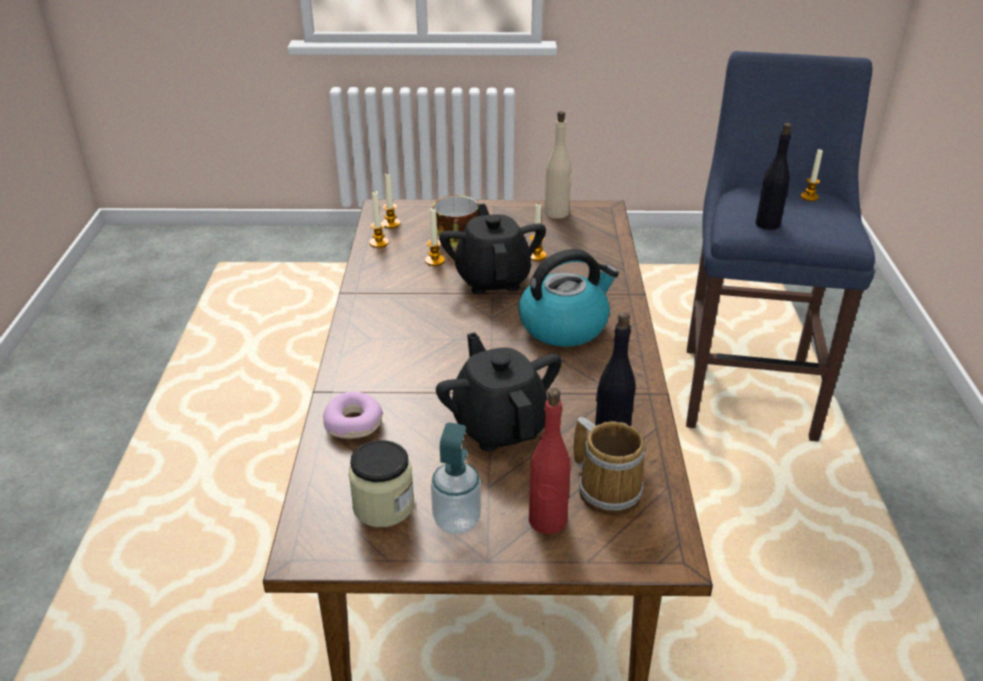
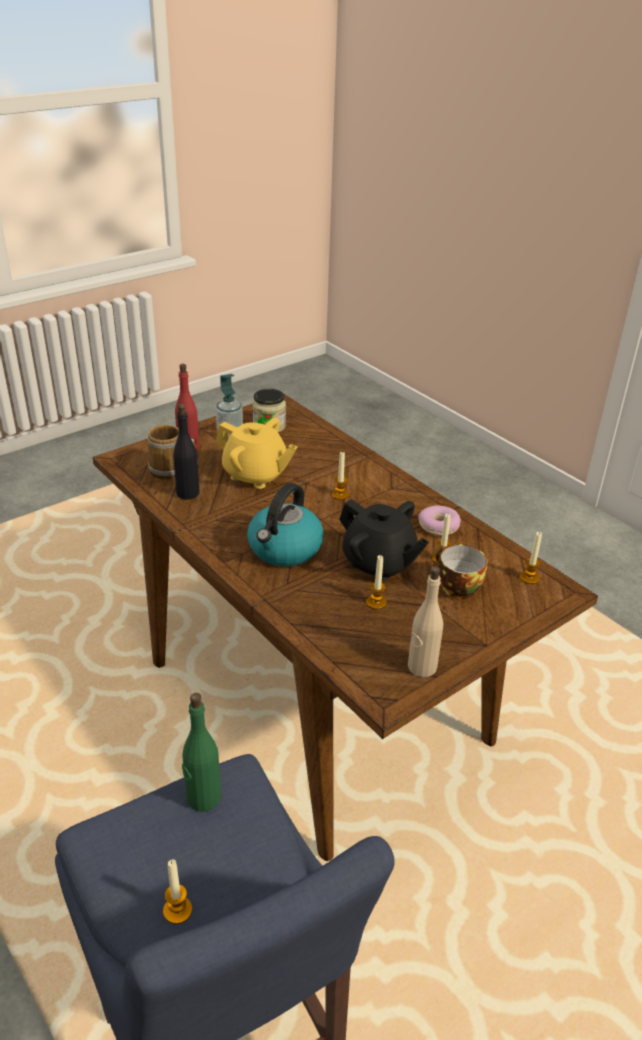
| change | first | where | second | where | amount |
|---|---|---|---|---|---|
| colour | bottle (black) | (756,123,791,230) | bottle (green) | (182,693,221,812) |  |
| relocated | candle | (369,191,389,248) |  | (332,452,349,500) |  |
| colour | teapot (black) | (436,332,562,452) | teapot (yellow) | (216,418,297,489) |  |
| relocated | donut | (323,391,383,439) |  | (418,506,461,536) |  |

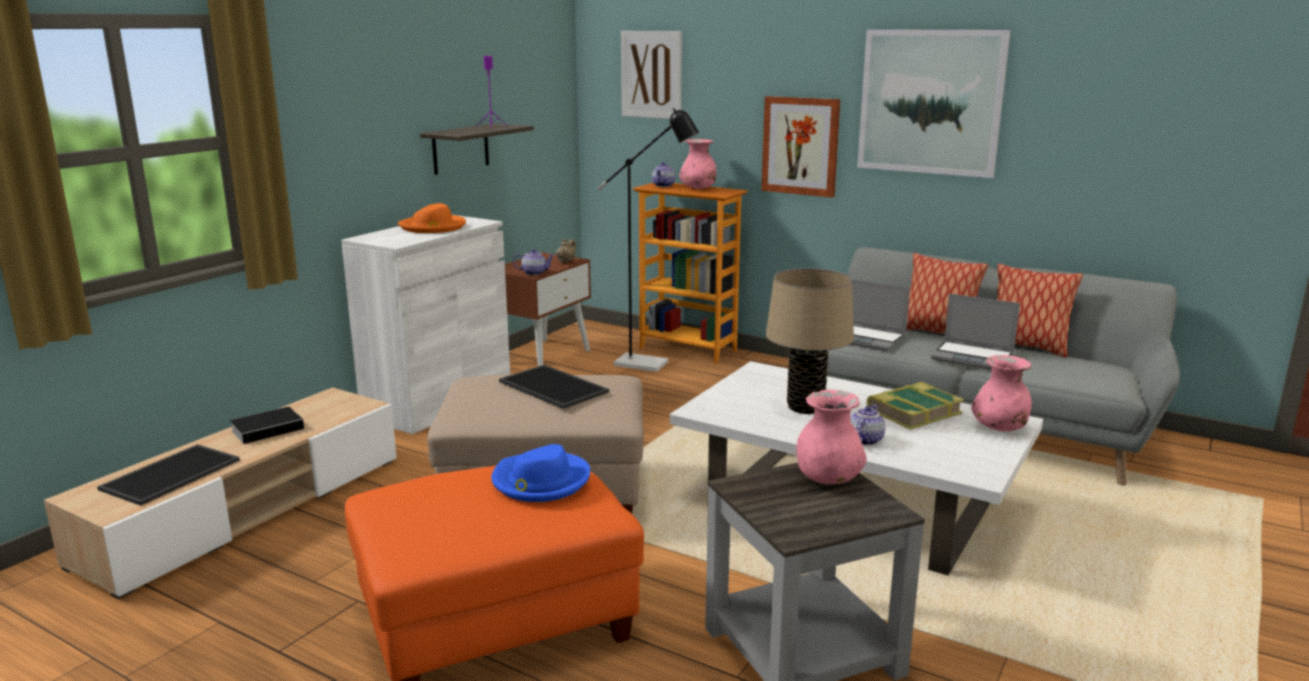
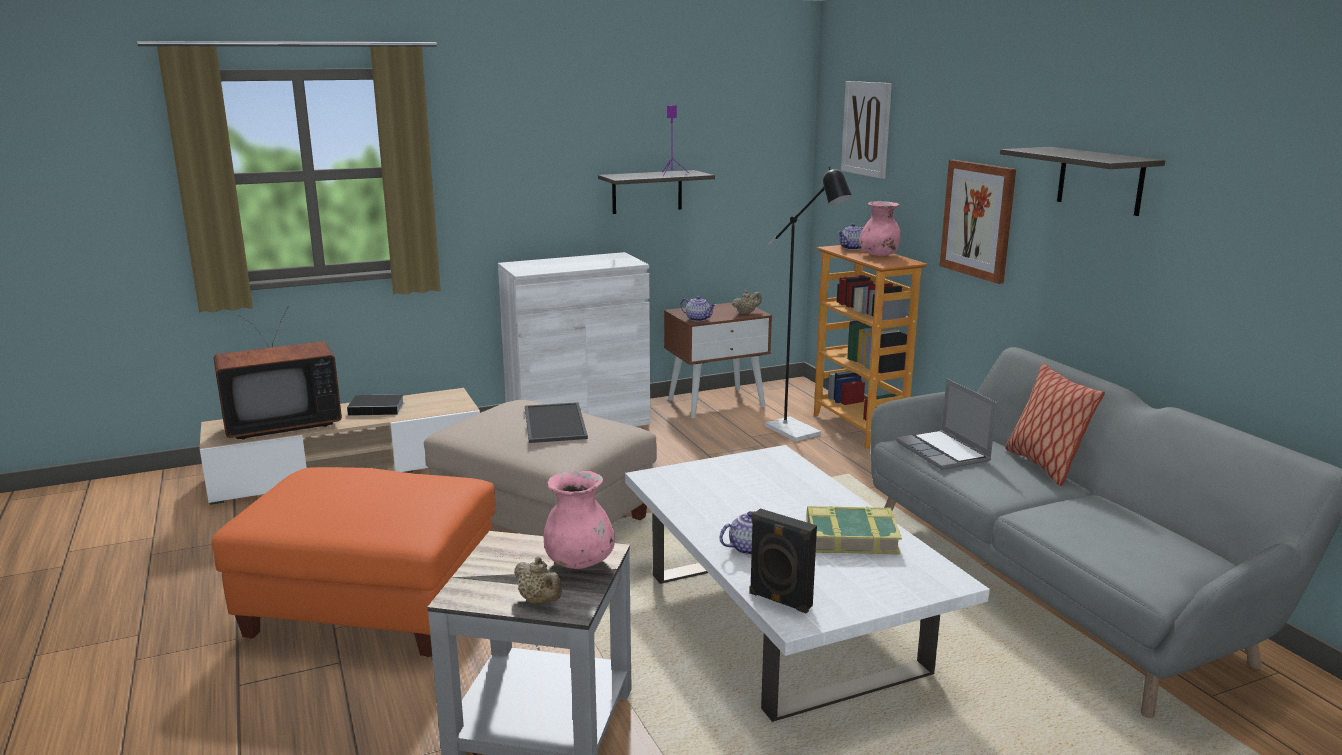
| change | first | where | second | where | amount |
|---|---|---|---|---|---|
| exchanged | picture | (857,29,1010,178) | shelf | (1000,147,1165,216) |  |
| missing | hat (orange) | (398,203,466,233) |  |  |  |
| missing | pillow | (997,264,1083,357) |  |  |  |
| missing | table lamp (beige) | (766,268,854,414) |  |  |  |
| missing | laptop | (931,294,1020,370) |  |  |  |
| missing | vase (pink) | (971,355,1032,431) |  |  |  |
| exchanged | tray | (97,444,240,506) | television | (213,305,342,440) |  |
| missing | hat (blue) | (491,444,590,502) |  |  |  |
| appeared |  |  | speaker (black) | (749,509,817,613) |  |
| appeared |  |  | teapot (beige) | (514,557,562,604) |  |

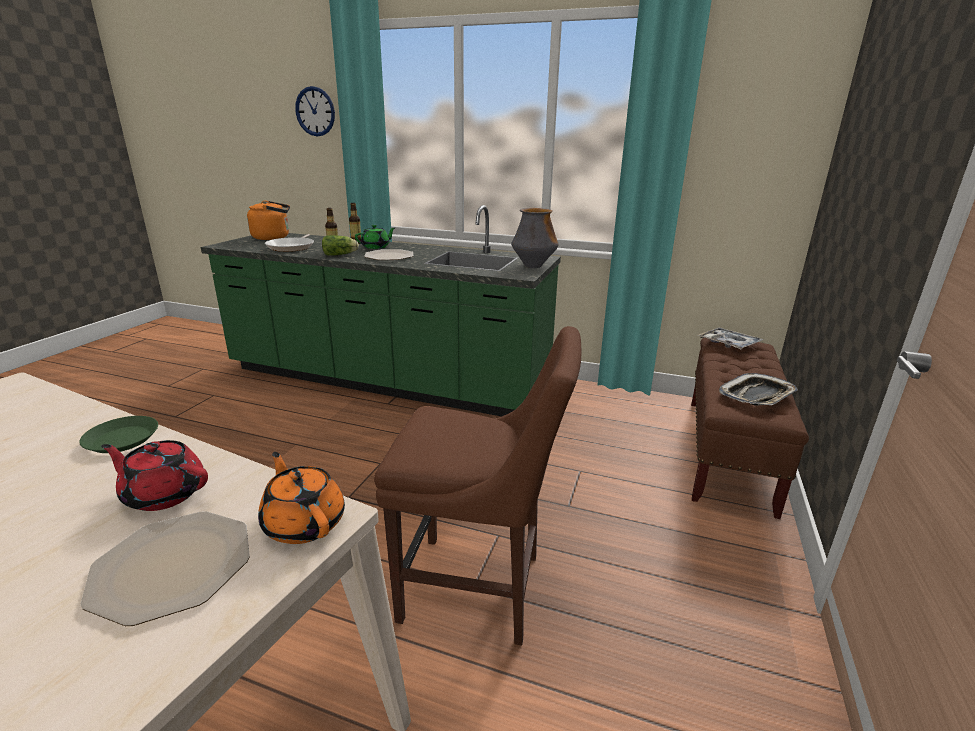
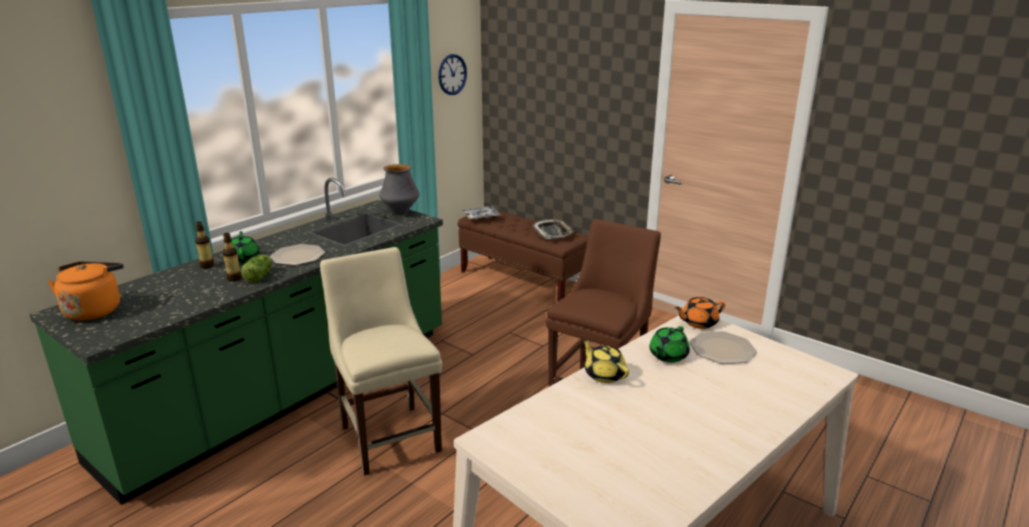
| change | first | where | second | where | amount |
|---|---|---|---|---|---|
| relocated | wall clock | (295,86,335,136) |  | (438,54,467,95) |  |
| missing | frying pan | (265,234,314,252) |  |  |  |
| exchanged | plate (green) | (79,416,158,453) | teapot (yellow) | (583,339,629,383) |  |
| colour | teapot (red) | (101,440,208,511) | teapot (green) | (649,326,690,363) |  |
| appeared |  |  | chair (beige) | (320,247,442,476) |  |

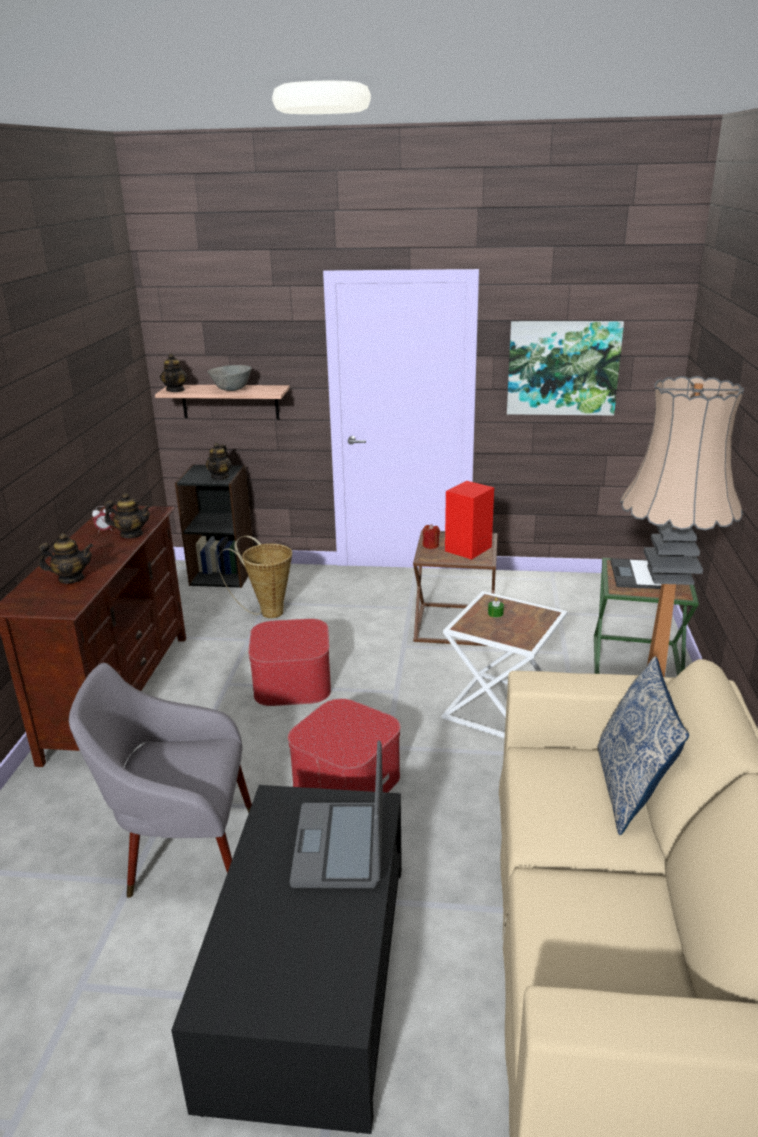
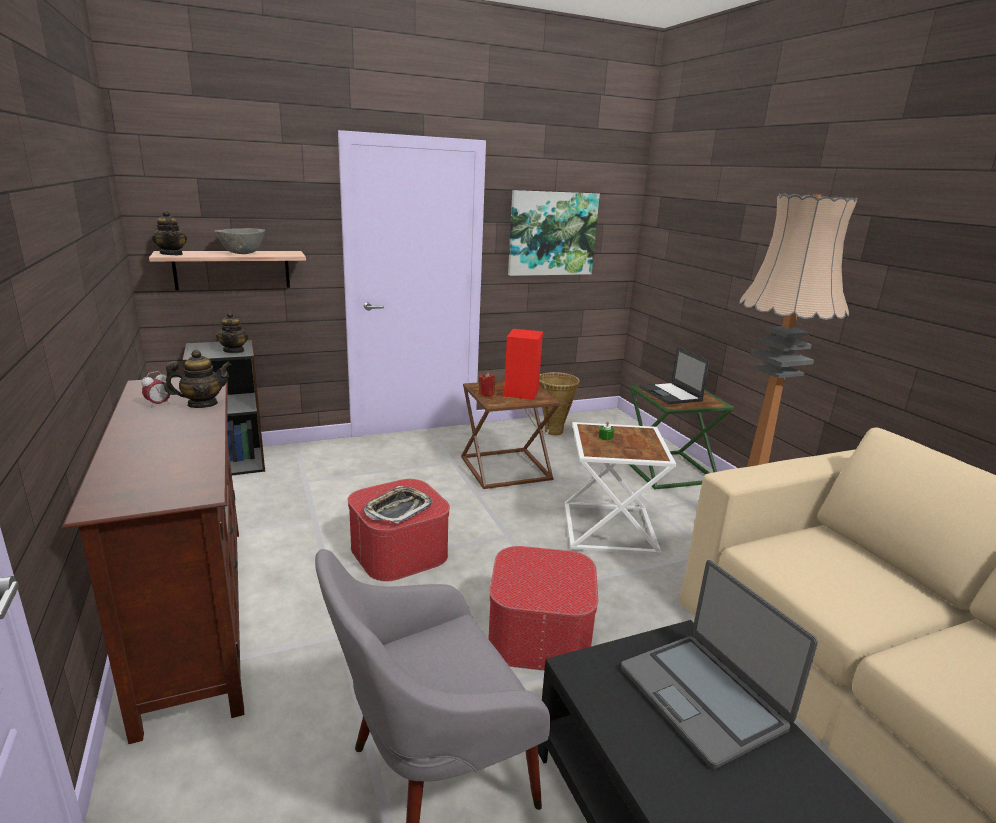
| change | first | where | second | where | amount |
|---|---|---|---|---|---|
| missing | teapot | (39,533,93,584) |  |  |  |
| relocated | basket | (217,536,292,618) |  | (525,372,580,435) |  |
| missing | pillow | (597,656,689,835) |  |  |  |
| appeared |  |  | tray | (364,486,432,524) |  |

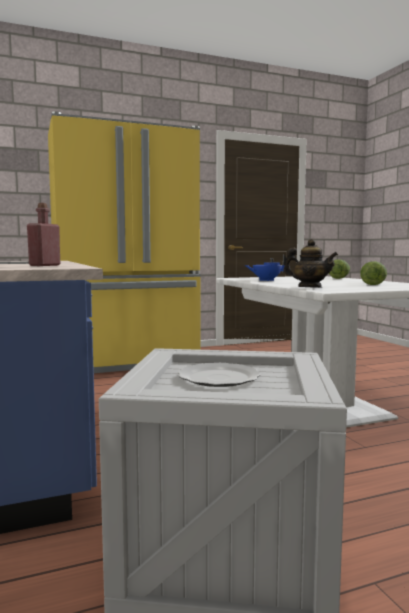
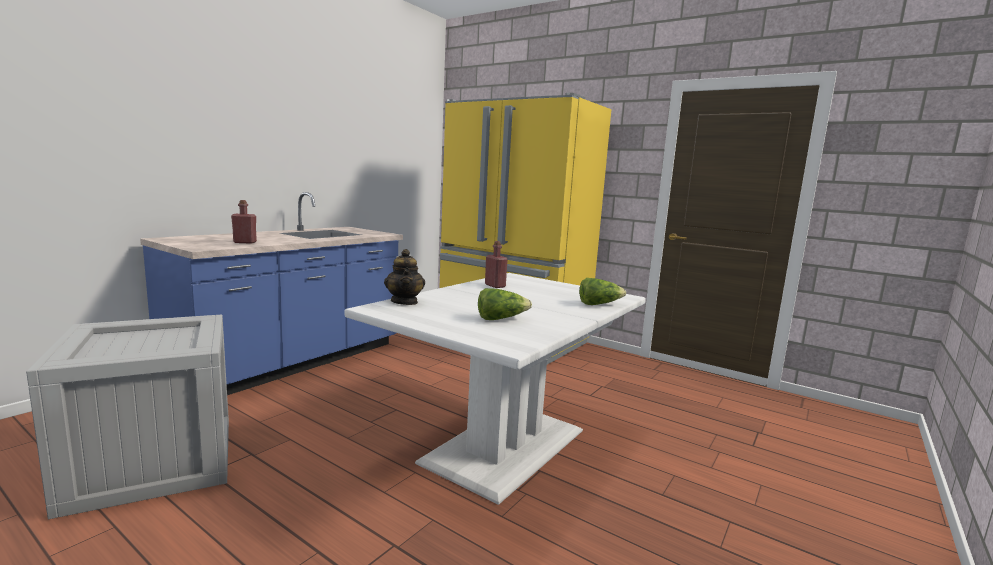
| change | first | where | second | where | amount |
|---|---|---|---|---|---|
| exchanged | teapot (blue) | (245,255,287,281) | bottle (red) | (485,241,508,288) |  |
| missing | plate | (178,363,260,387) |  |  |  |

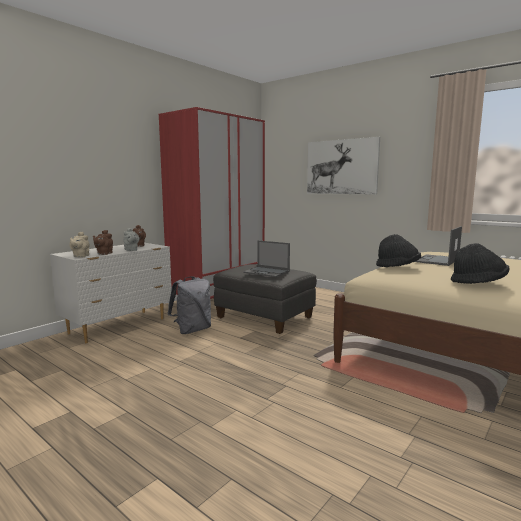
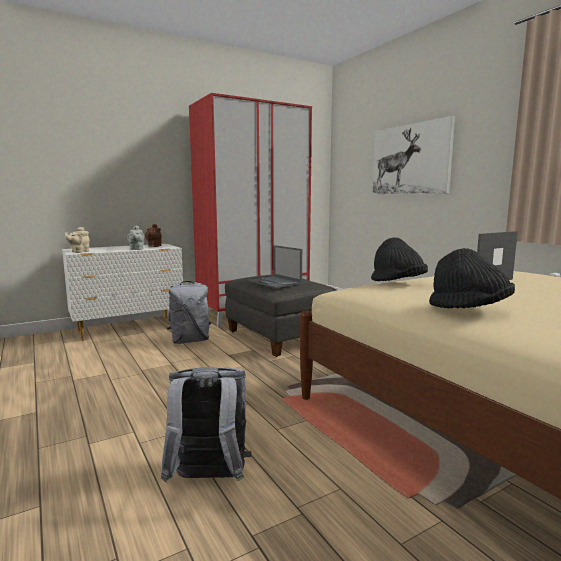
| change | first | where | second | where | amount |
|---|---|---|---|---|---|
| missing | teapot (brown) | (93,230,113,255) |  |  |  |
| appeared |  |  | backpack (grey) | (161,367,251,482) |  |

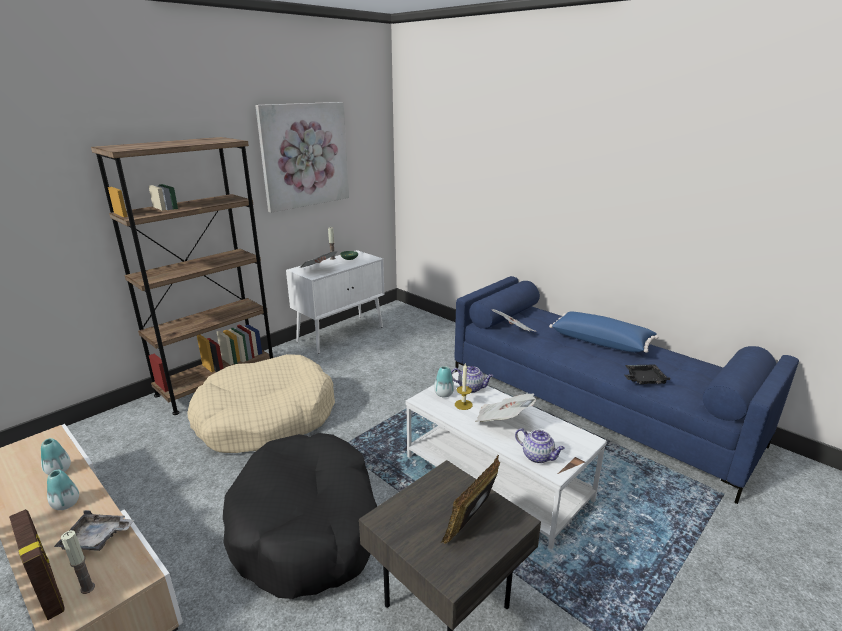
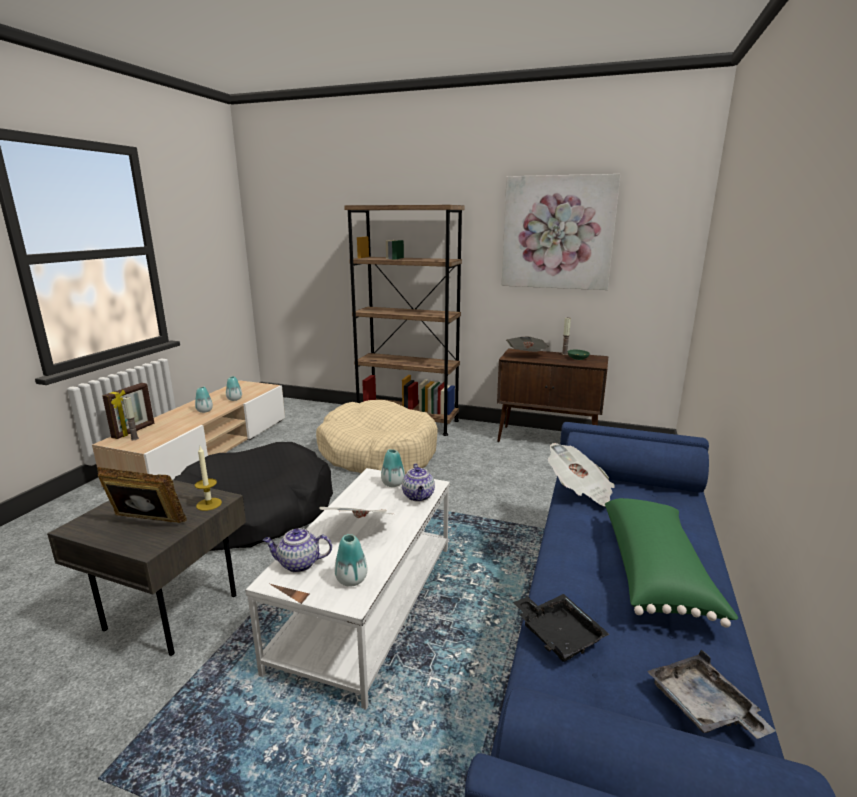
| change | first | where | second | where | amount |
|---|---|---|---|---|---|
| colour | cabinet (white) | (286,250,384,354) | cabinet (brown) | (497,348,608,442) |  |
| colour | pillow (blue) | (549,312,659,353) | pillow (green) | (605,498,738,628) |  |
| relocated | candle | (455,364,473,410) |  | (195,446,222,511) |  |
| spun | teapot | (515,428,565,463) |  | (263,528,332,573) | 75 degrees clockwise |
| relocated | tray (grey) | (54,510,134,551) |  | (647,649,776,739) |  |
| appeared |  |  | vase | (334,534,368,587) |  |

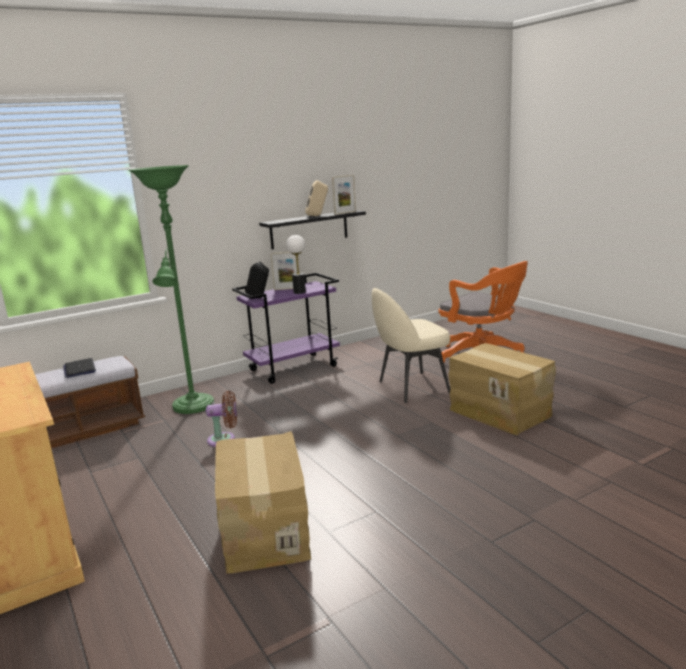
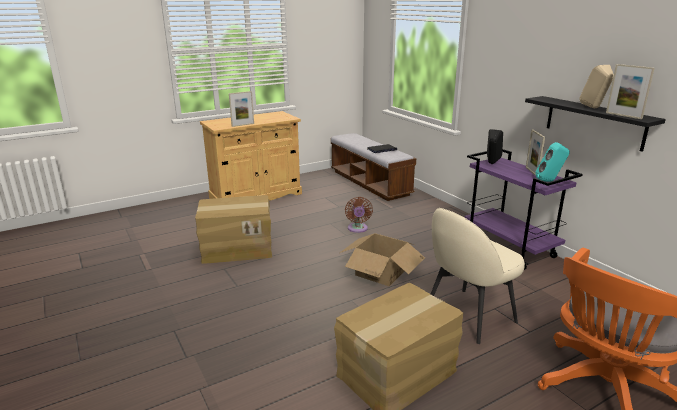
| change | first | where | second | where | amount |
|---|---|---|---|---|---|
| missing | floor lamp (green) | (128,165,214,414) |  |  |  |
| missing | table lamp | (286,235,306,294) |  |  |  |
| spun | chair (beige) | (372,288,450,403) |  | (431,208,525,344) | 105 degrees counterclockwise |
| appeared |  |  | picture frame | (229,91,254,127) |  |
| appeared |  |  | speaker (turquoise) | (535,142,570,182) |  |
| appeared |  |  | cardboard box | (340,233,425,286) |  |

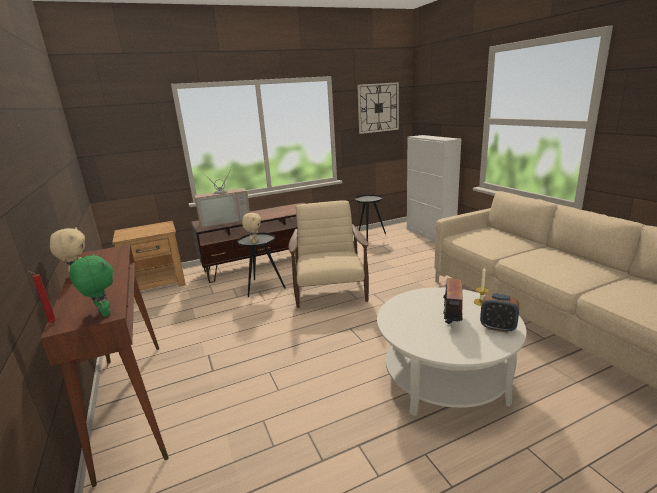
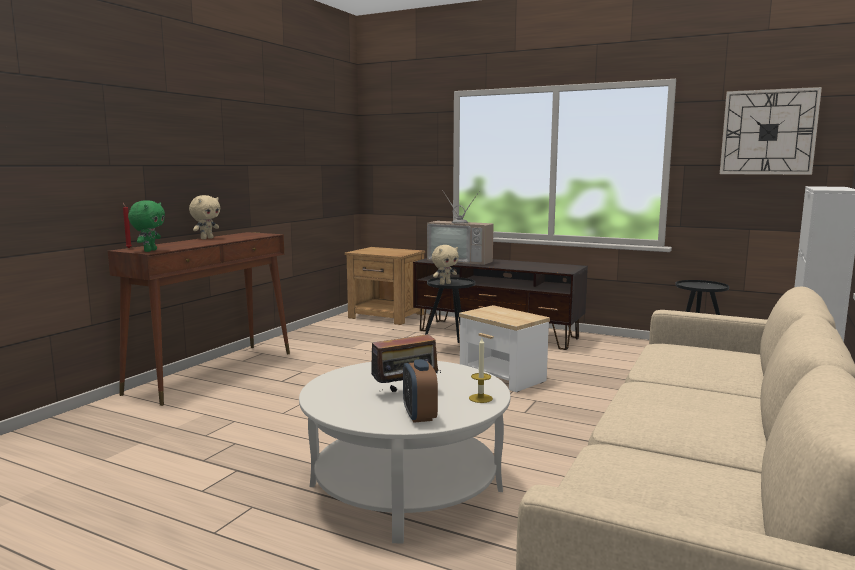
| change | first | where | second | where | amount |
|---|---|---|---|---|---|
| exchanged | armchair (beige) | (288,200,369,308) | side table | (459,305,550,392) |  |

